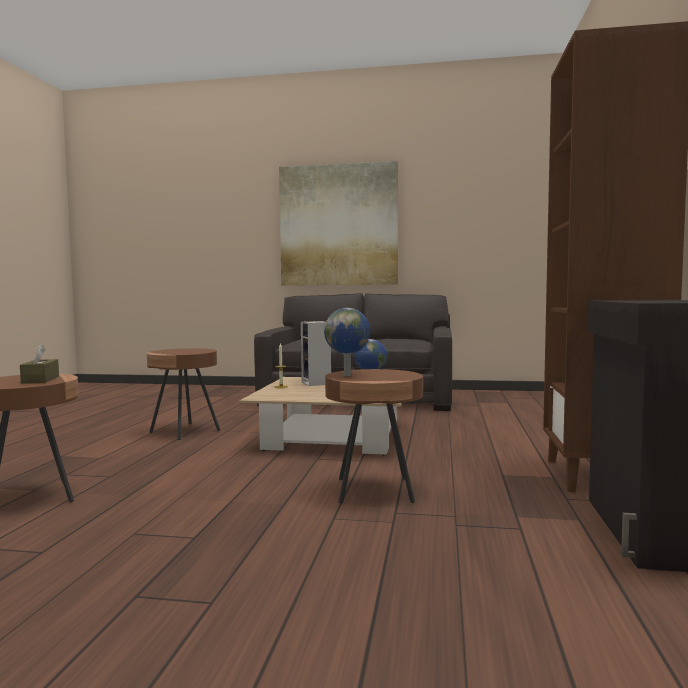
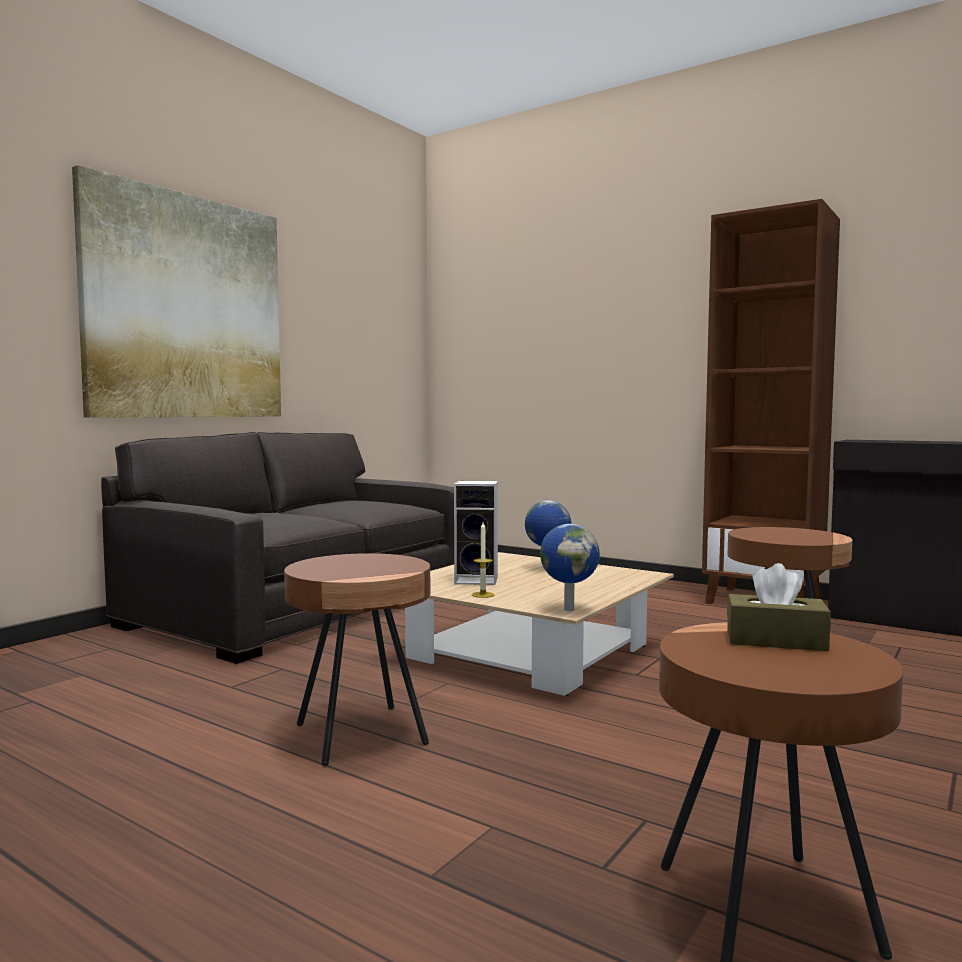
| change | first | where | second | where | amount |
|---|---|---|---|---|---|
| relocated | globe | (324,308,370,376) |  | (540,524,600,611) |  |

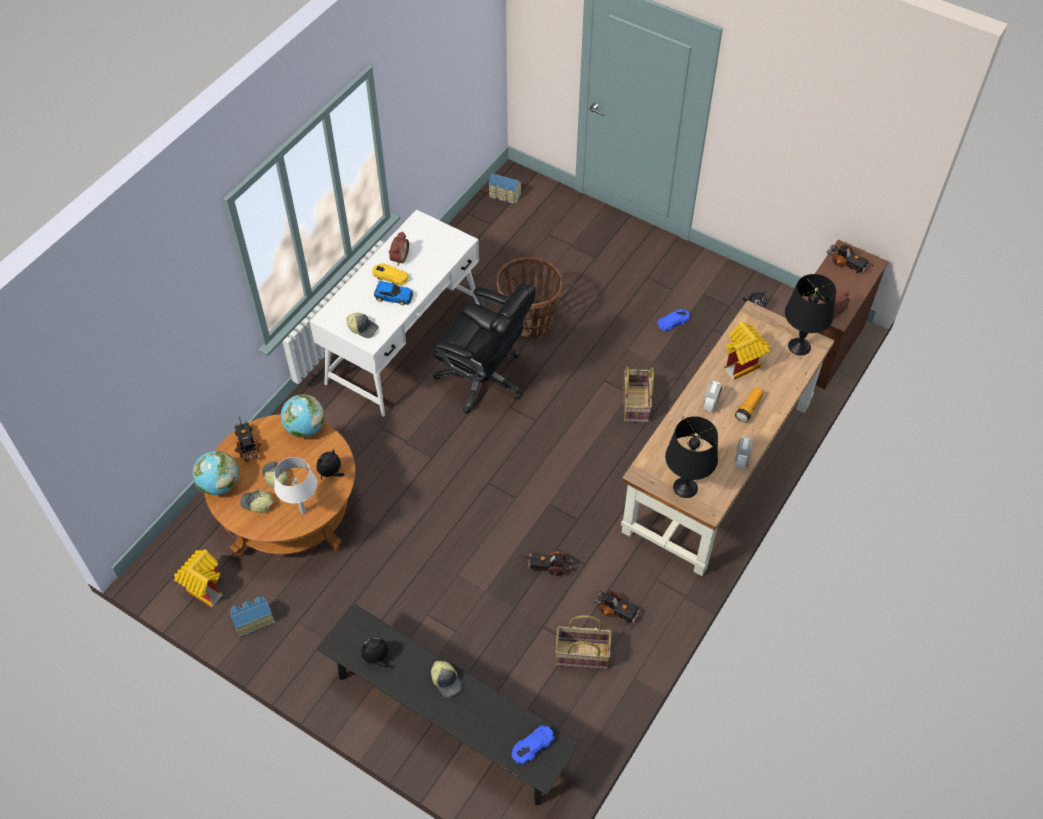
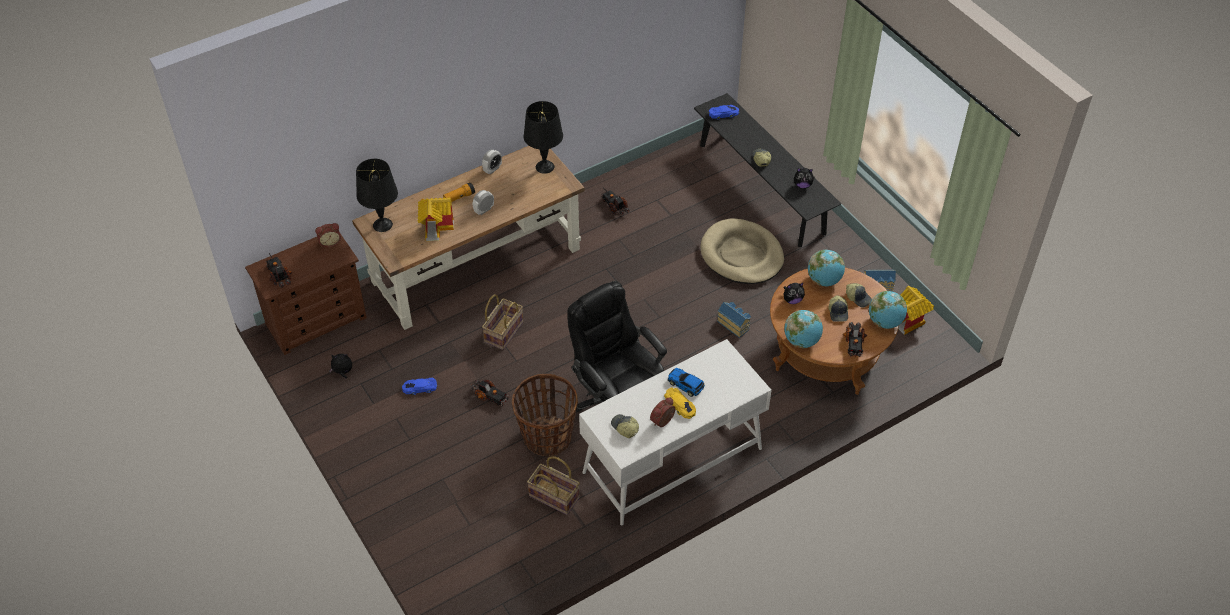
| change | first | where | second | where | amount |
|---|---|---|---|---|---|
| relocated | toy house | (489,174,522,204) |  | (717,302,751,338) |  |
| relocated | cap | (346,313,378,338) |  | (611,414,639,438) |  |
| exchanged | table lamp (white) | (274,457,317,514) | globe | (808,250,845,287) |  |
| relocated | toy truck | (524,551,575,576) |  | (470,379,509,406) |  |
| relocated | basket | (555,615,612,670) |  | (527,456,580,515) |  |
| appeared |  |  | dog bed (beige) | (701,218,784,284) |  |

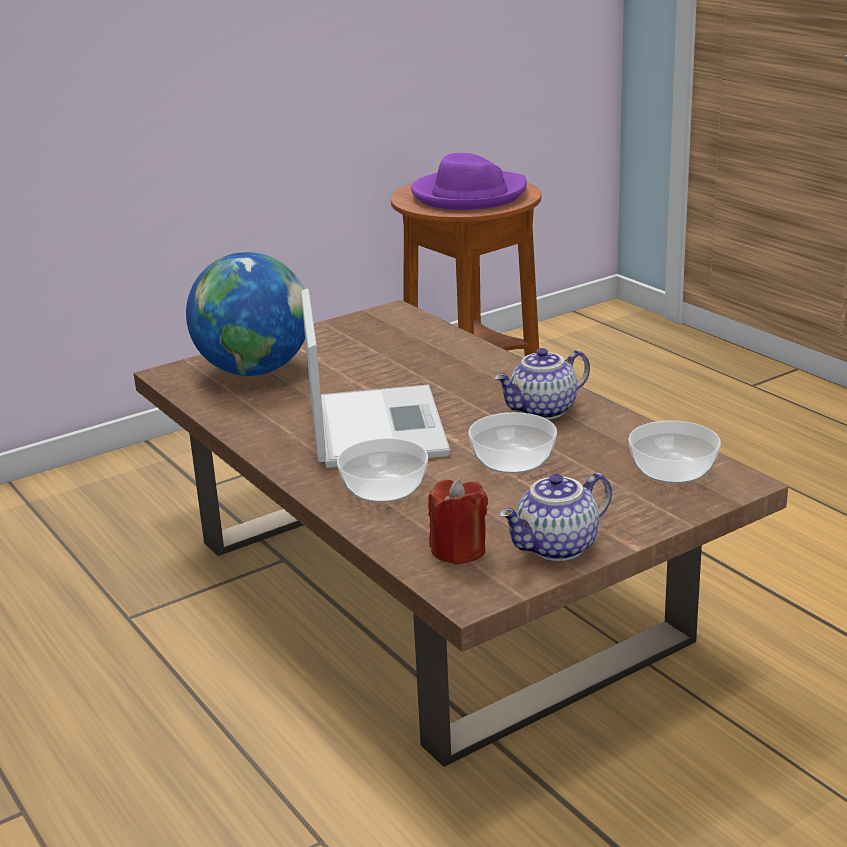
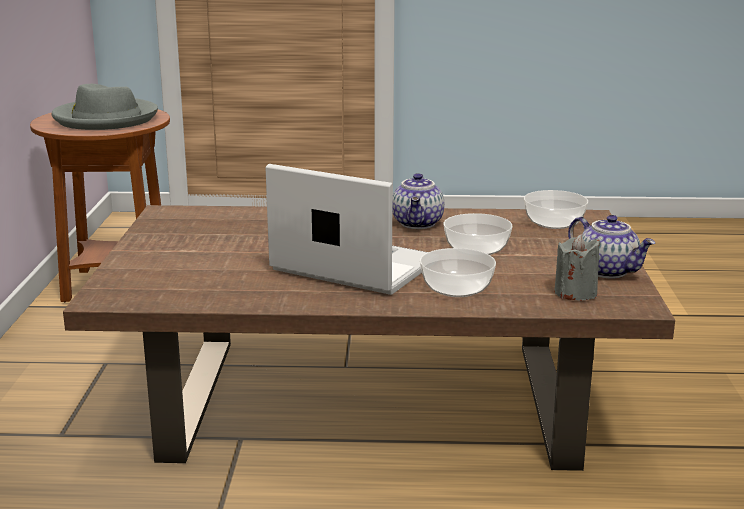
| change | first | where | second | where | amount |
|---|---|---|---|---|---|
| colour | hat (purple) | (411,153,527,210) | hat (grey) | (52,84,158,130) |  |
| missing | globe | (186,252,305,376) |  |  |  |
| spun | teapot | (499,473,612,561) |  | (568,215,655,279) | 45 degrees counterclockwise |
| colour | candle (red) | (428,479,488,565) | candle (grey) | (554,234,600,301) |  |

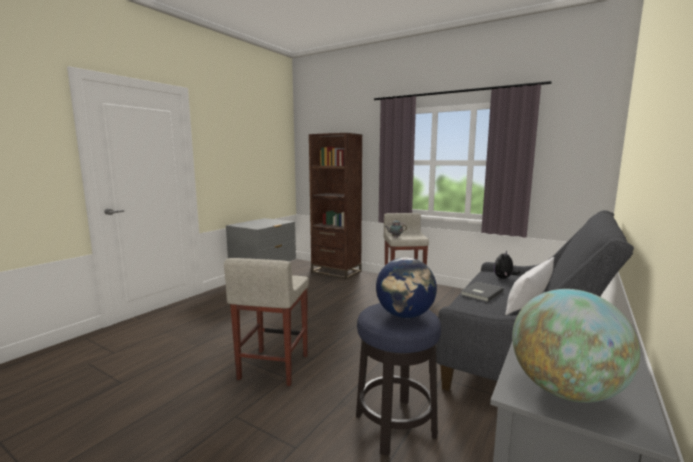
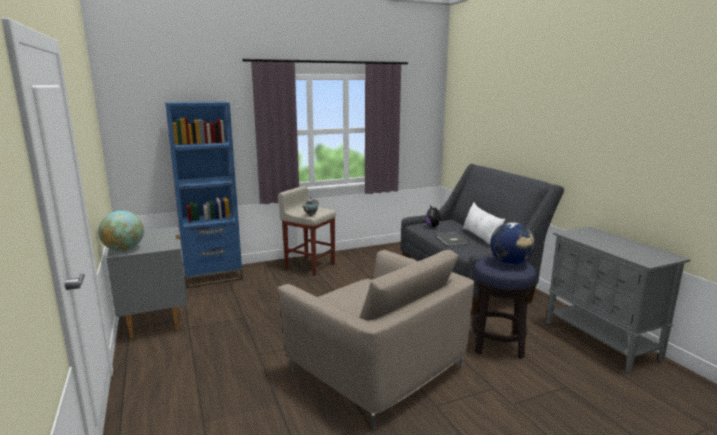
| change | first | where | second | where | amount |
|---|---|---|---|---|---|
| colour | bookcase (brown) | (309,133,362,279) | bookcase (blue) | (165,101,243,288) |  |
| exchanged | stool (beige) | (224,258,309,386) | armchair (beige) | (278,250,474,430) |  |
| relocated | globe | (512,289,640,403) |  | (98,211,144,251) |  |

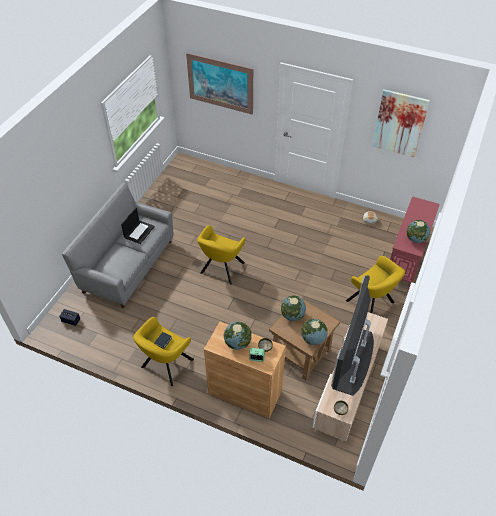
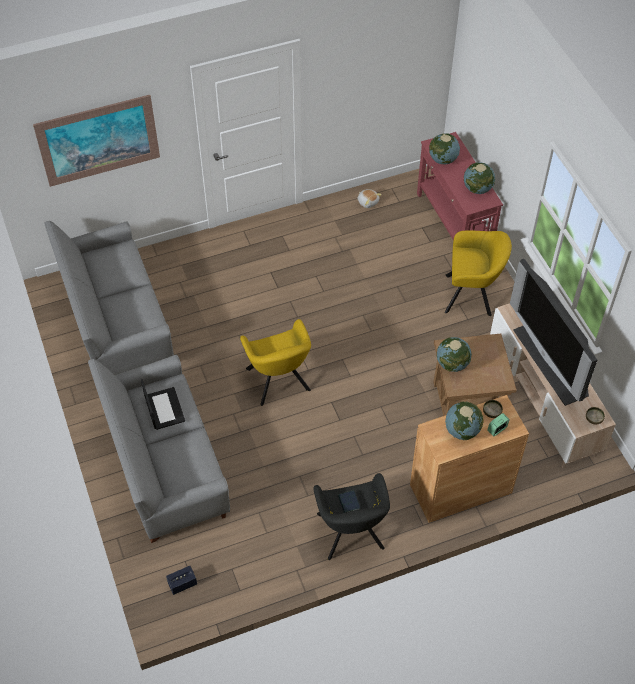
| change | first | where | second | where | amount |
|---|---|---|---|---|---|
| missing | picture | (372,89,430,157) |  |  |  |
| colour | armchair (yellow) | (133,317,194,386) | armchair (black) | (313,473,390,560) |  |
| relocated | globe | (301,319,328,345) |  | (429,133,460,164) |  |
| appeared |  |  | sofa (grey) | (44,221,174,375) |  |

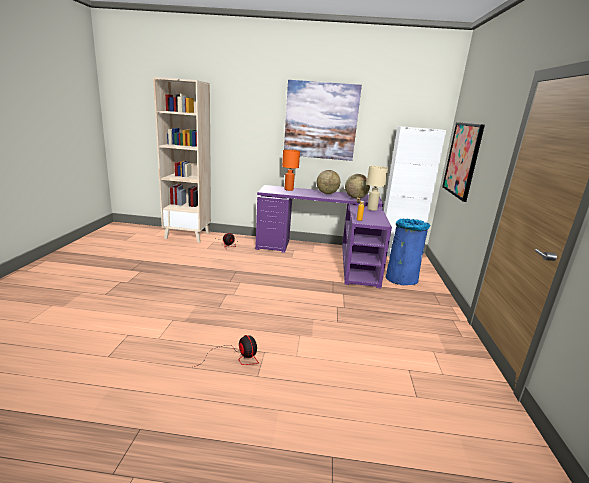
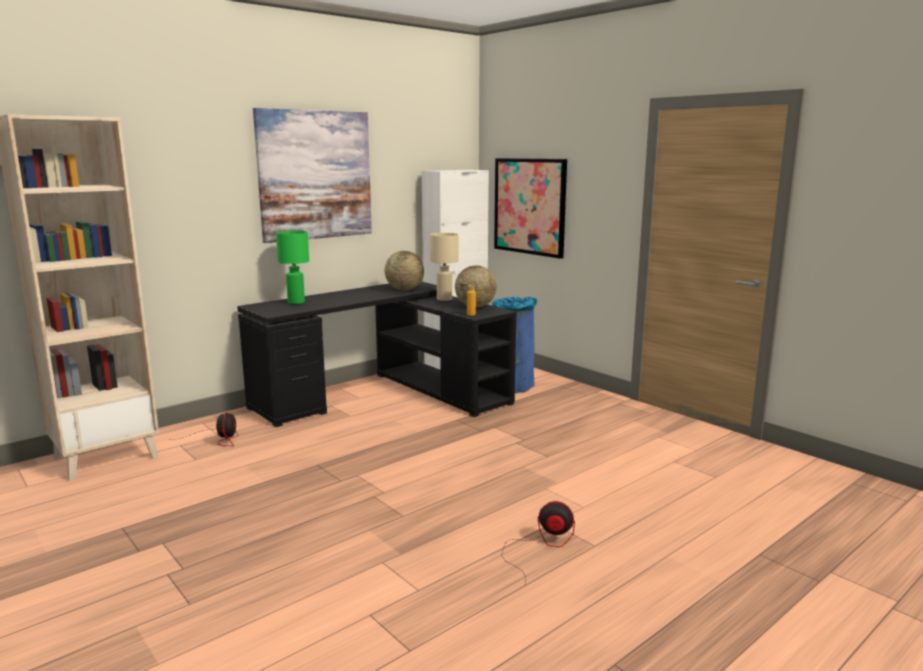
| change | first | where | second | where | amount |
|---|---|---|---|---|---|
| colour | table lamp (orange) | (282,150,300,191) | table lamp (green) | (276,231,309,304) |  |
| relocated | globe | (316,170,340,194) |  | (455,266,497,307) |  |
| colour | desk (purple) | (255,185,392,288) | desk (black) | (237,282,517,427) |  |

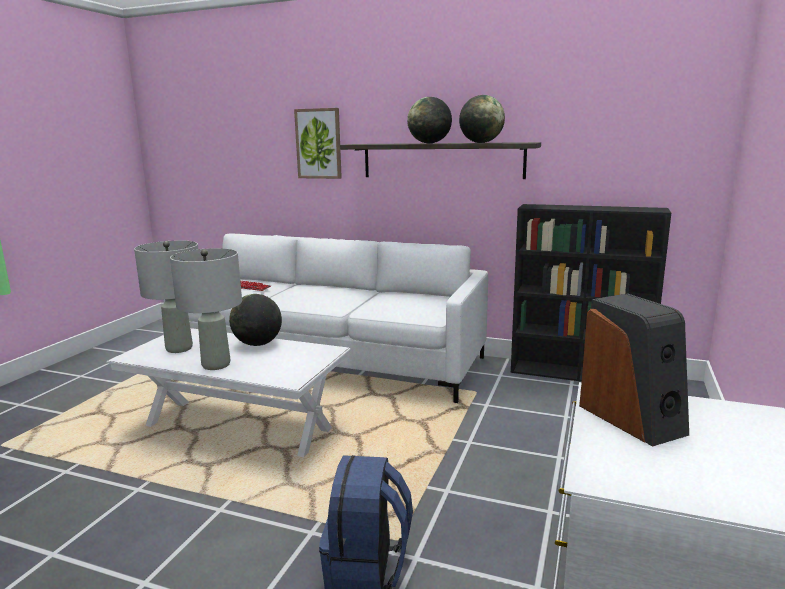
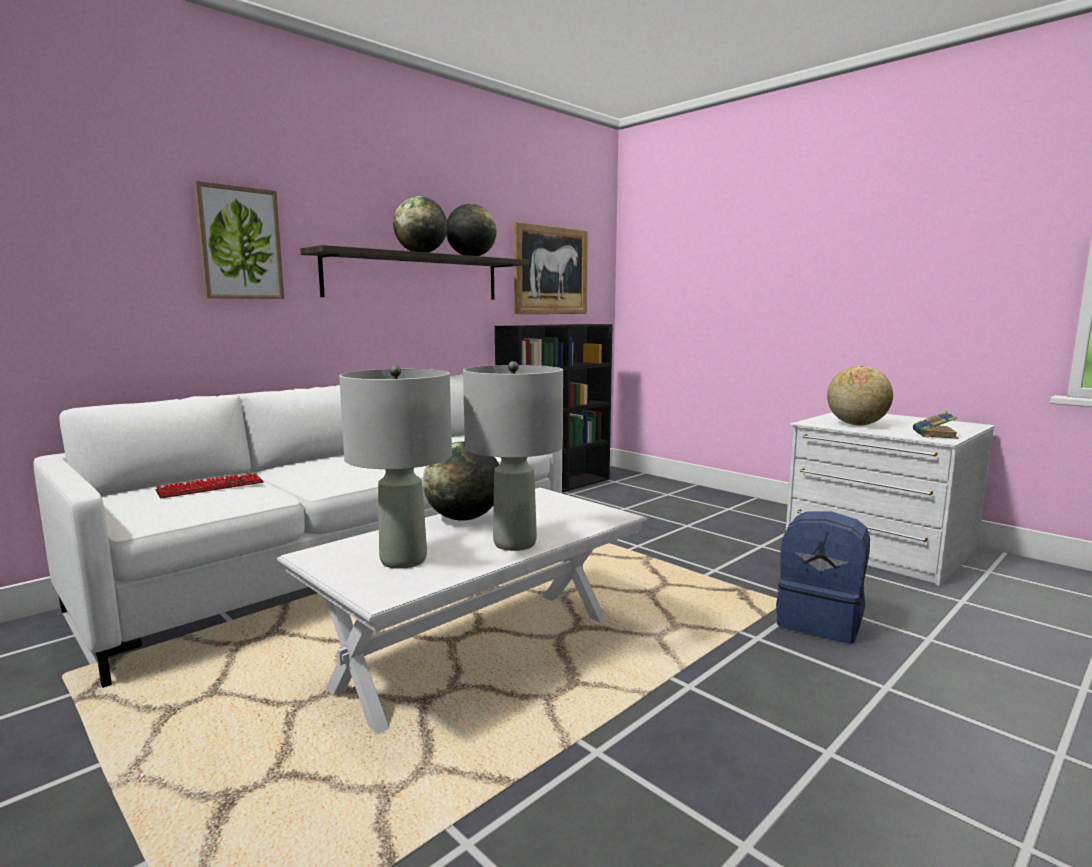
| change | first | where | second | where | amount |
|---|---|---|---|---|---|
| exchanged | speaker | (579,293,689,447) | globe | (827,366,893,426) |  |
| appeared |  |  | picture | (514,222,588,314) |  |
| appeared |  |  | book | (913,412,958,439) |  |

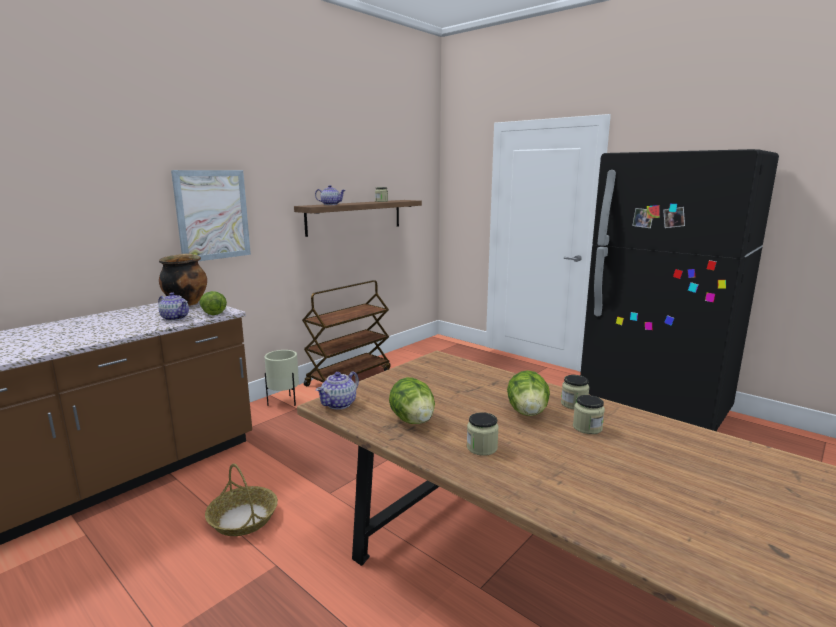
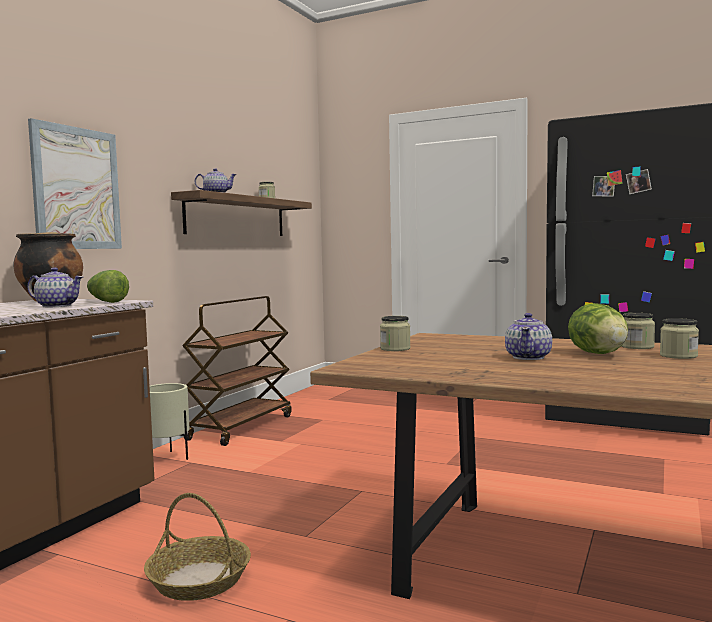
| change | first | where | second | where | amount |
|---|---|---|---|---|---|
| relocated | teapot | (316,371,359,409) |  | (505,313,552,360) |  |
| missing | lettuce | (389,377,435,424) |  |  |  |
| relocated | jar | (467,412,499,456) |  | (380,316,411,351) |  |

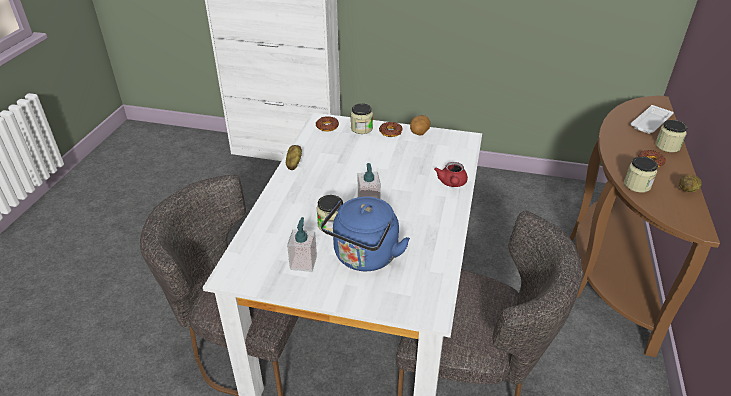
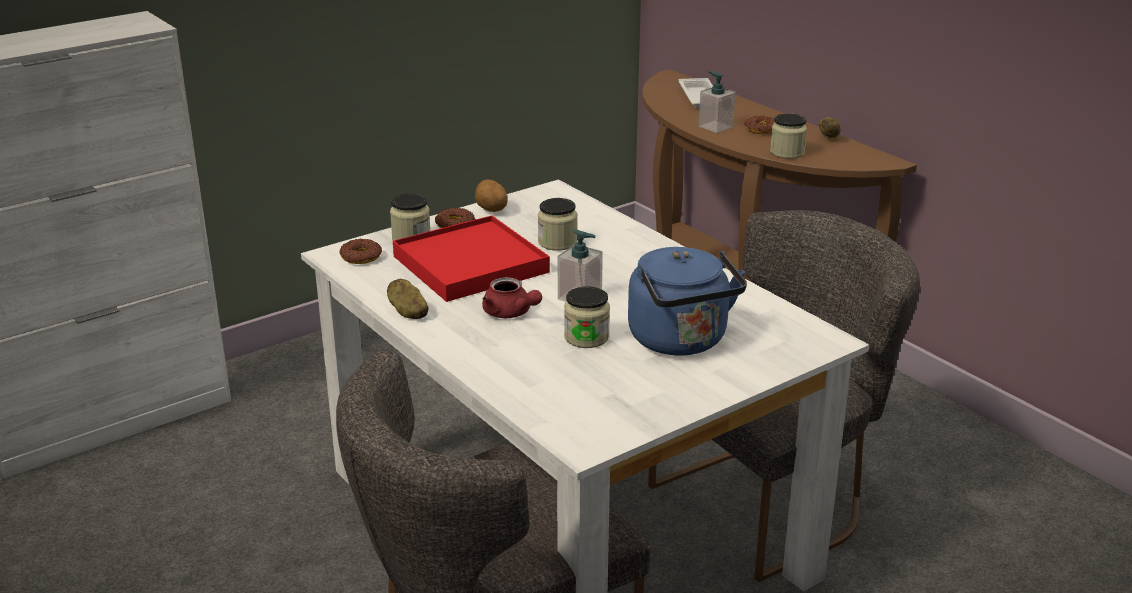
| change | first | where | second | where | amount |
|---|---|---|---|---|---|
| relocated | jar | (655,120,687,152) |  | (538,198,577,251) |  |
| relocated | teapot (red) | (434,162,468,187) |  | (482,277,542,318) |  |
| relocated | soap dispenser | (287,217,317,272) |  | (698,71,736,133) |  |
| appeared |  |  | tray (red) | (393,215,550,302) |  |

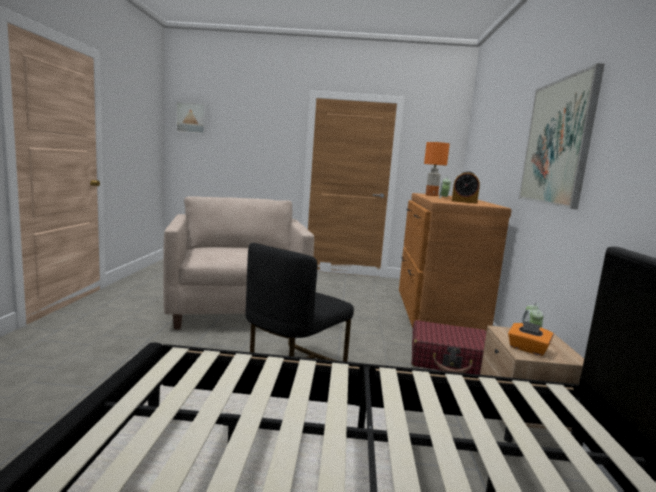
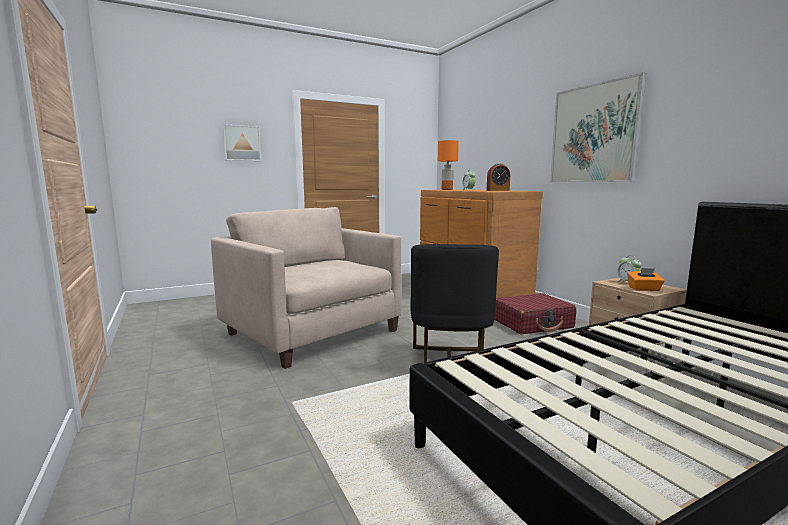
| change | first | where | second | where | amount |
|---|---|---|---|---|---|
| relocated | picture | (176,101,207,134) |  | (223,124,261,161) |  |

